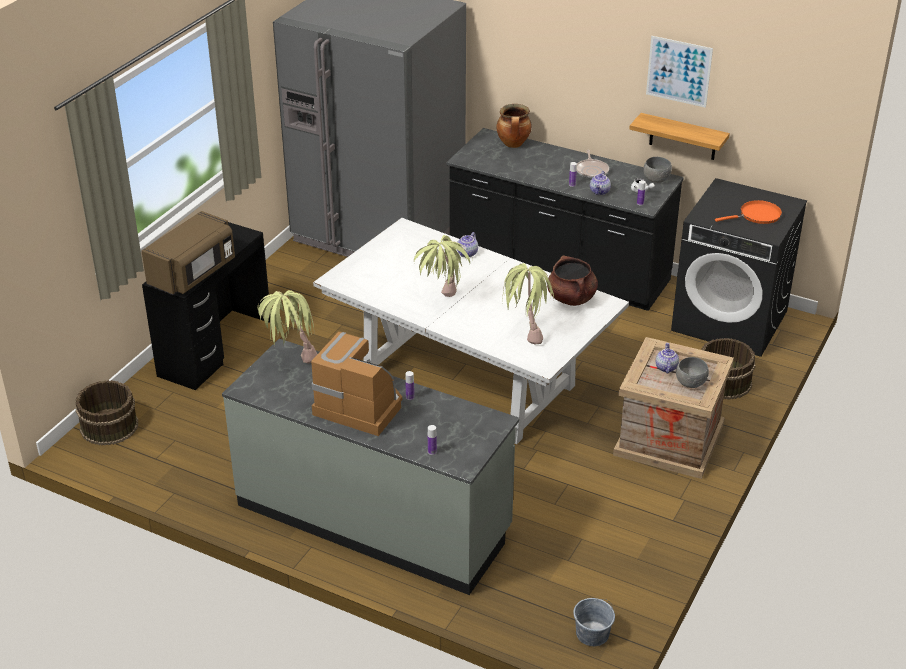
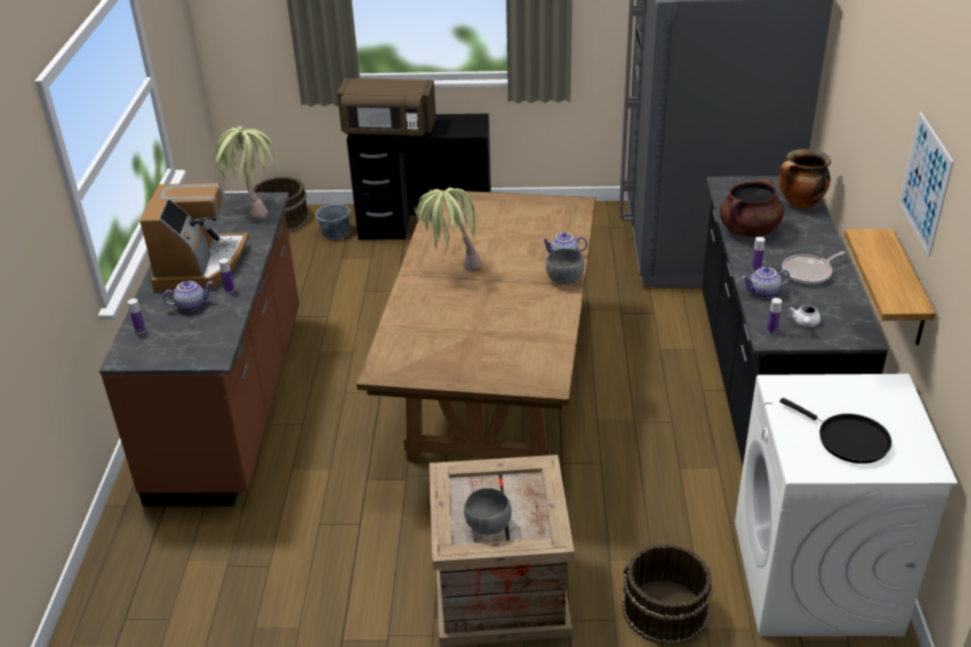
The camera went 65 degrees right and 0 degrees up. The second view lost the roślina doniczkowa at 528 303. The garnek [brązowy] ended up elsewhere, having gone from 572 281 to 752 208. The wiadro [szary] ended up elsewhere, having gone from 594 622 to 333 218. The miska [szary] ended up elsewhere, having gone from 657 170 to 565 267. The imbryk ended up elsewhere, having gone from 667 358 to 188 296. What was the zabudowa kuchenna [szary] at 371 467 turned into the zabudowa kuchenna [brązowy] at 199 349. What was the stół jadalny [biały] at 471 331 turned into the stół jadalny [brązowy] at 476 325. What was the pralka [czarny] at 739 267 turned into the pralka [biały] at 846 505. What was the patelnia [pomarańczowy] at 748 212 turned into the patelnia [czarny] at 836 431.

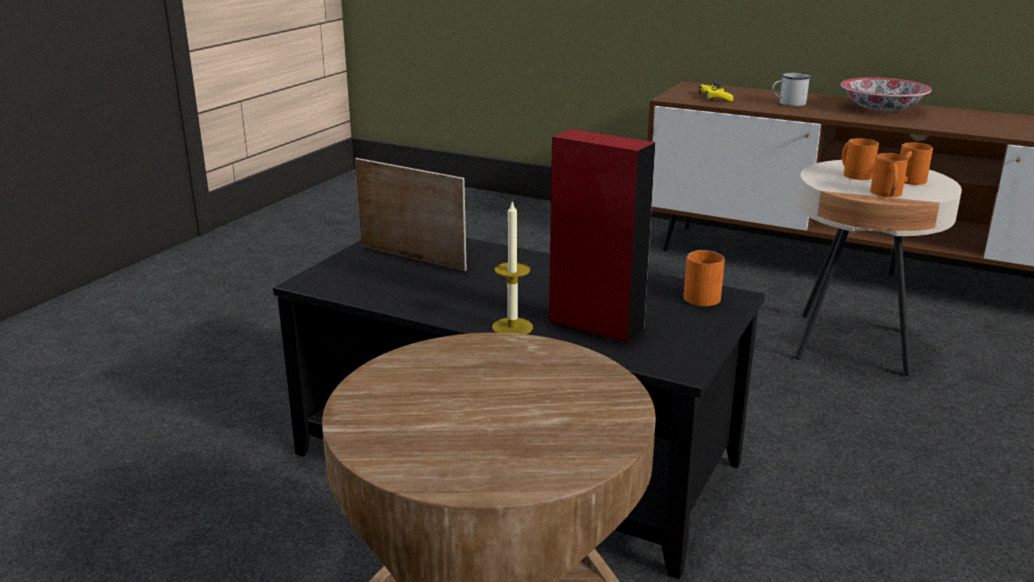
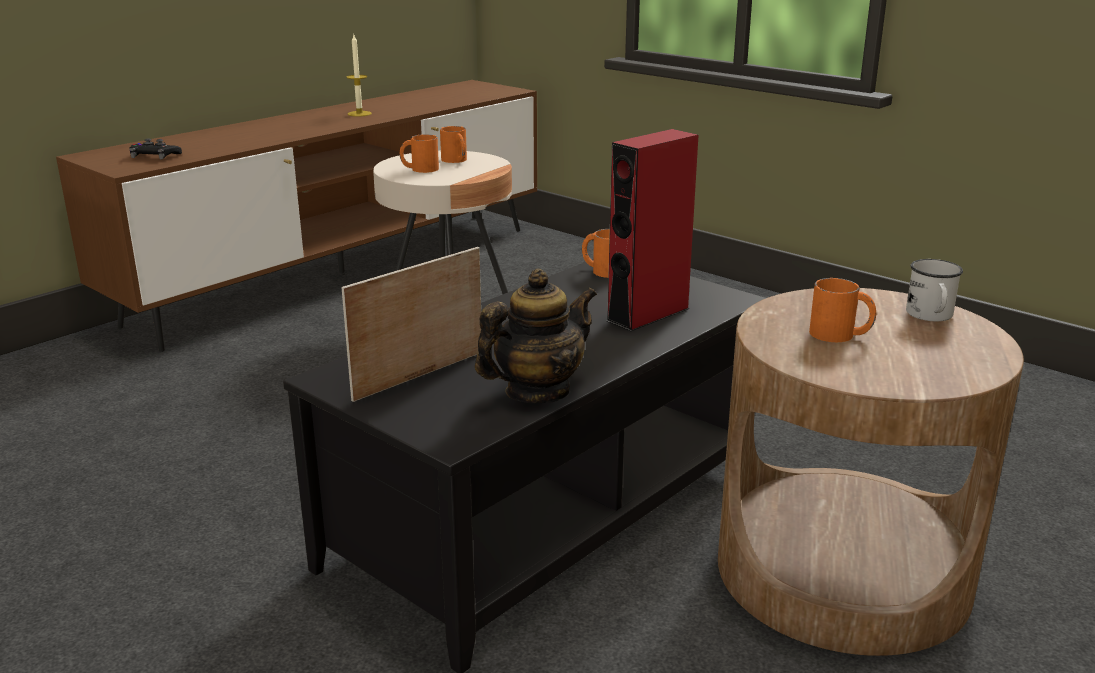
The camera went 75 degrees left and 0 degrees up. The second view lost the miska at 886 94. The second view gained the imbryk at 536 335. The świeca ended up elsewhere, having gone from 512 267 to 359 76. The kubek [biały] ended up elsewhere, having gone from 791 89 to 934 290. The kubek [pomarańczowy] ended up elsewhere, having gone from 889 175 to 842 310. What was the pad do gier [żółty] at 716 91 turned into the pad do gier [czarny] at 155 148.

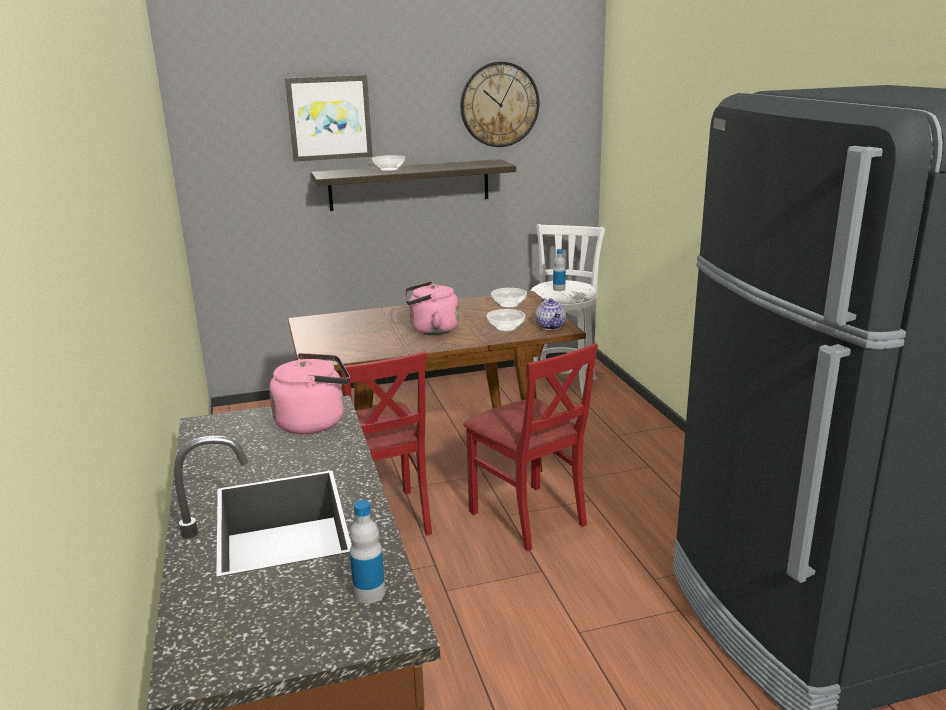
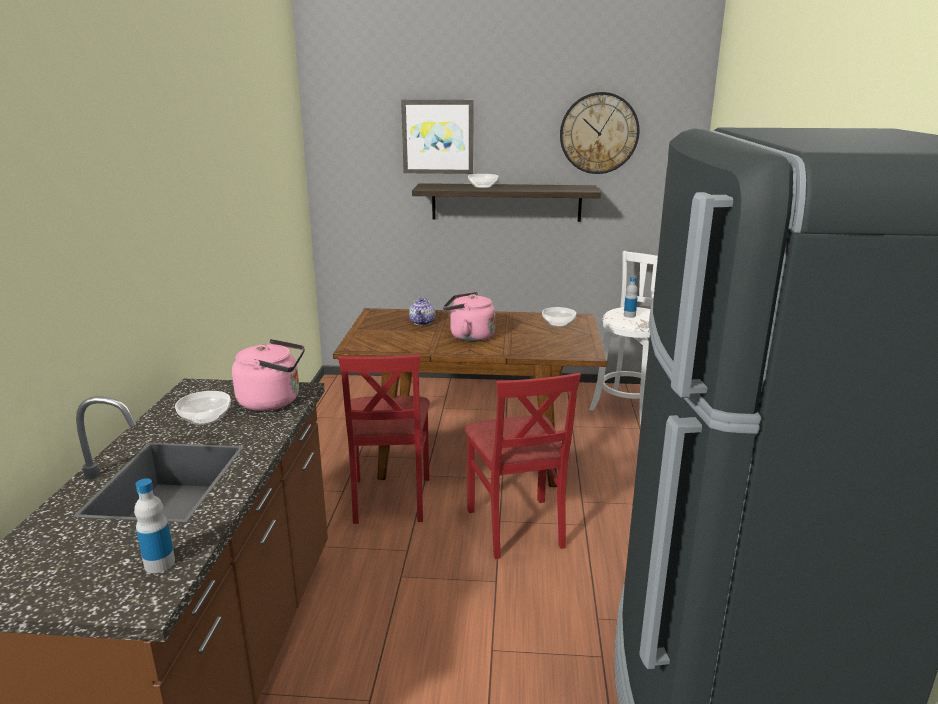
The camera went 20 degrees right and 0 degrees up. The miska ended up elsewhere, having gone from 506 320 to 203 408. The imbryk ended up elsewhere, having gone from 551 314 to 422 311.

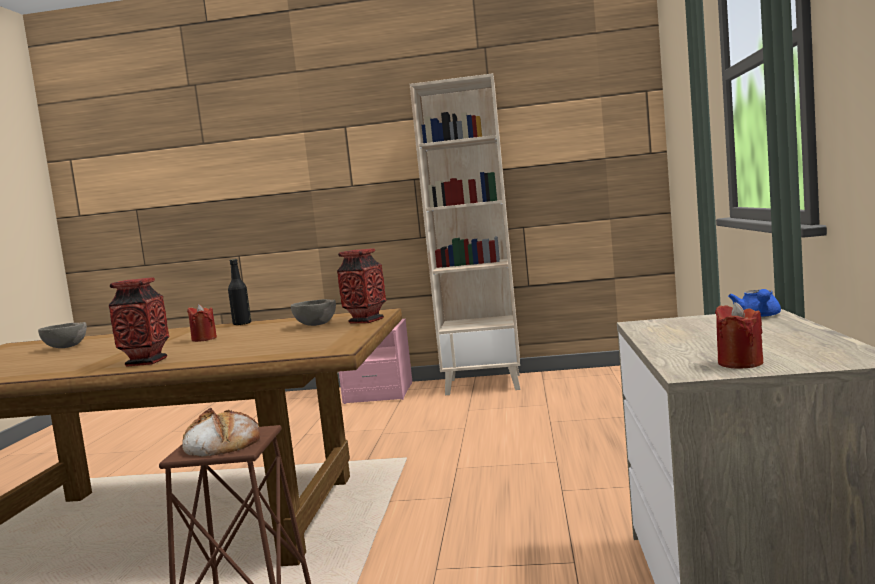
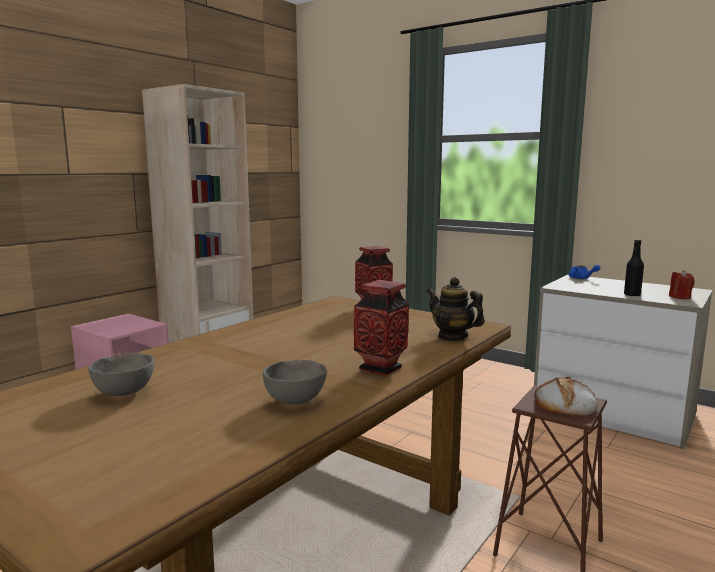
The camera went 60 degrees left and 5 degrees up. The second view lost the świeca [czerwony] at 202 323. The second view gained the imbryk at 455 309. The butelka [czarny] ended up elsewhere, having gone from 239 292 to 634 268. The miska [szary] ended up elsewhere, having gone from 313 312 to 295 382.

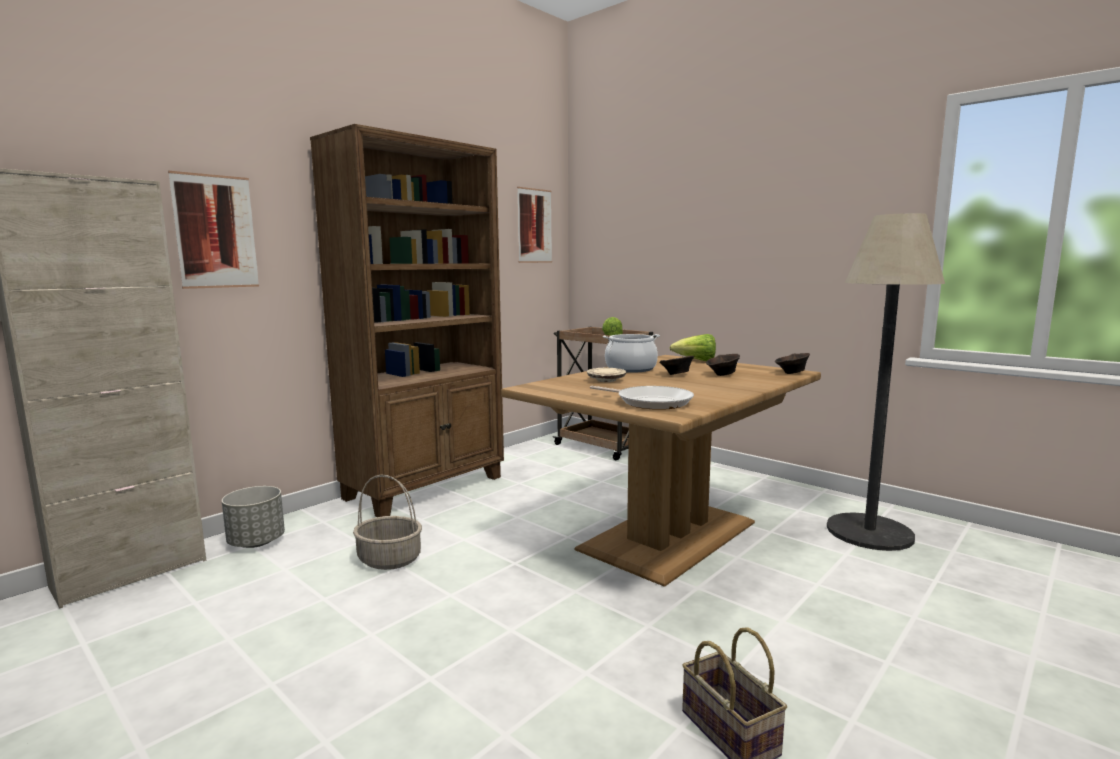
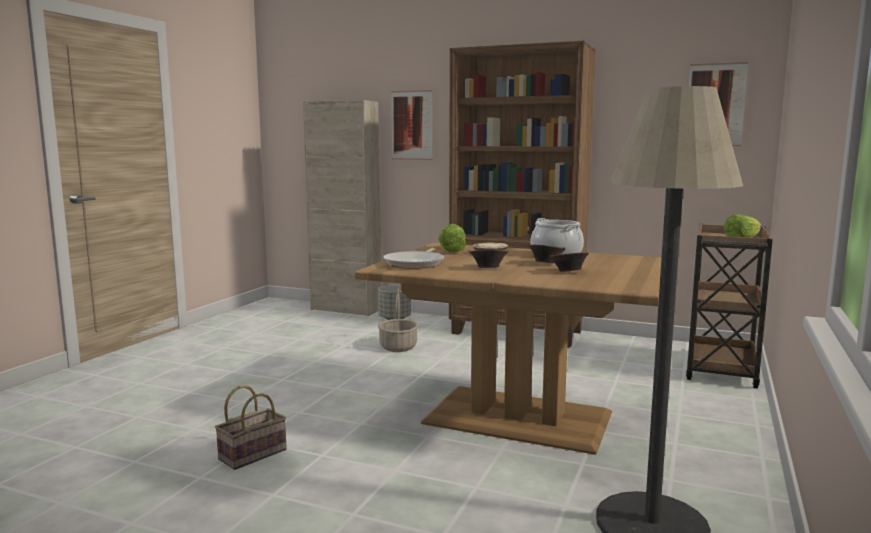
The camera went 70 degrees right and 0 degrees up. The sałata ended up elsewhere, having gone from 692 347 to 452 238. The miska [brązowy] ended up elsewhere, having gone from 792 363 to 489 259.

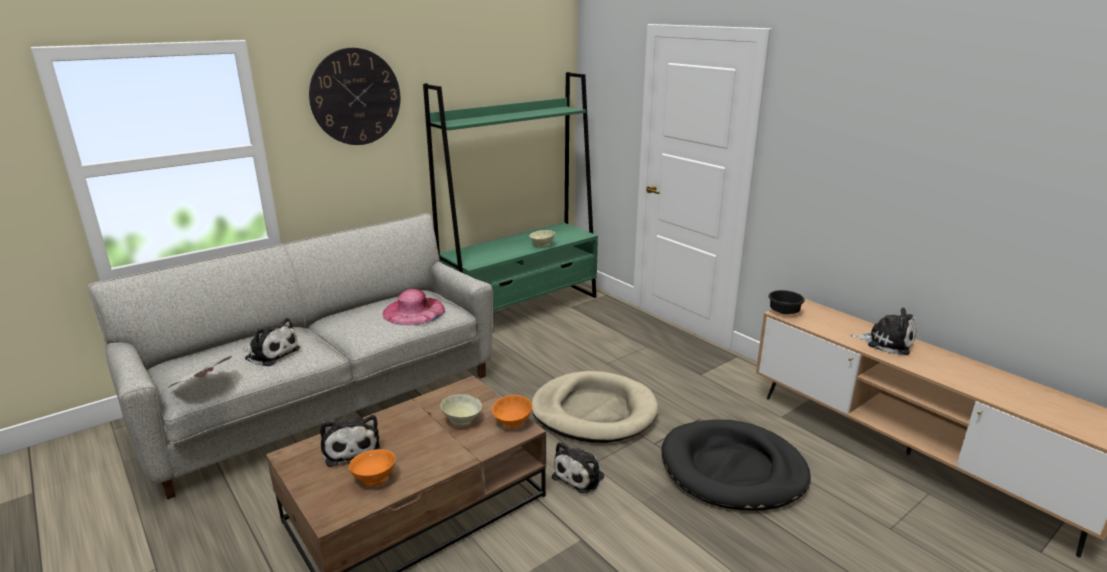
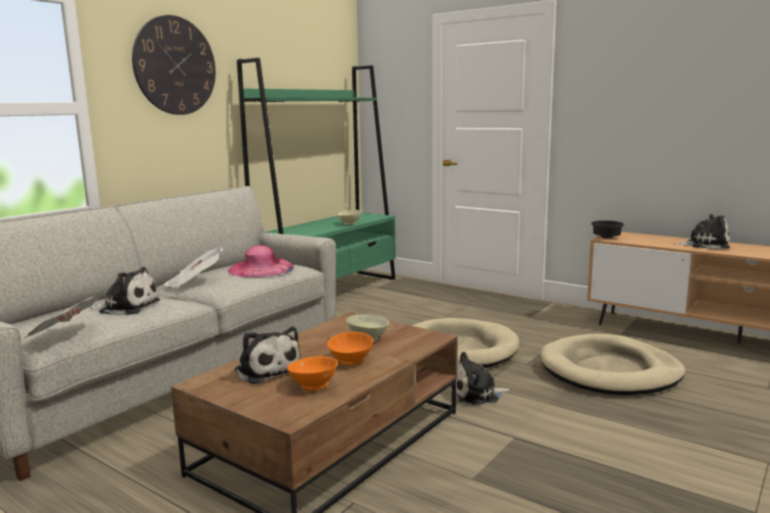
The camera went 15 degrees left and 10 degrees down. The second view gained the gazeta at 193 268. The miska [pomarańczowy] ended up elsewhere, having gone from 512 411 to 350 349. What was the legowisko [czarny] at 736 465 turned into the legowisko [beżowy] at 613 364. The pluszak at 578 467 ended up facing another way, 60 degrees clockwise from before.

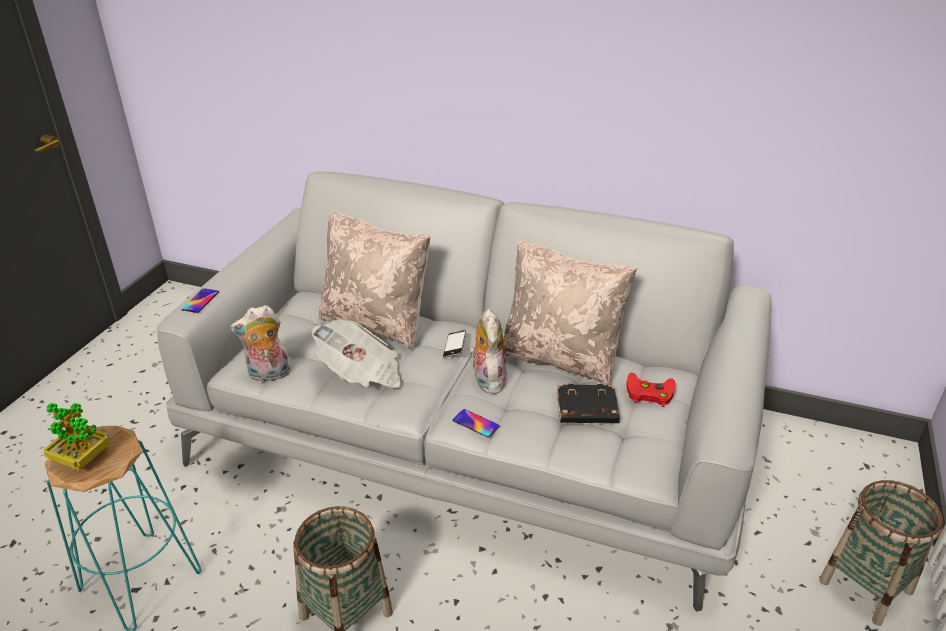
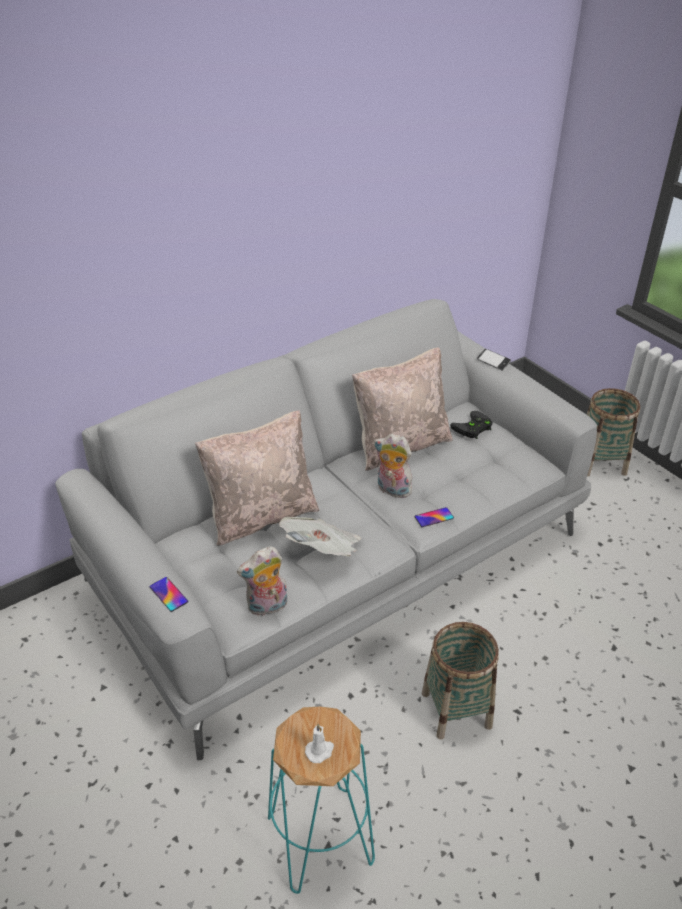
The camera went 55 degrees left and 5 degrees up. The second view lost the książka [czarny] at 588 403. The telefon ended up elsewhere, having gone from 454 344 to 494 360. Where the roślina doniczkowa stood at 77 436, the świeca [biały] came to stand at 319 743. What was the pad do gier [czerwony] at 651 390 turned into the pad do gier [czarny] at 471 425. The pluszak at 261 343 ended up facing another way, 45 degrees clockwise from before.

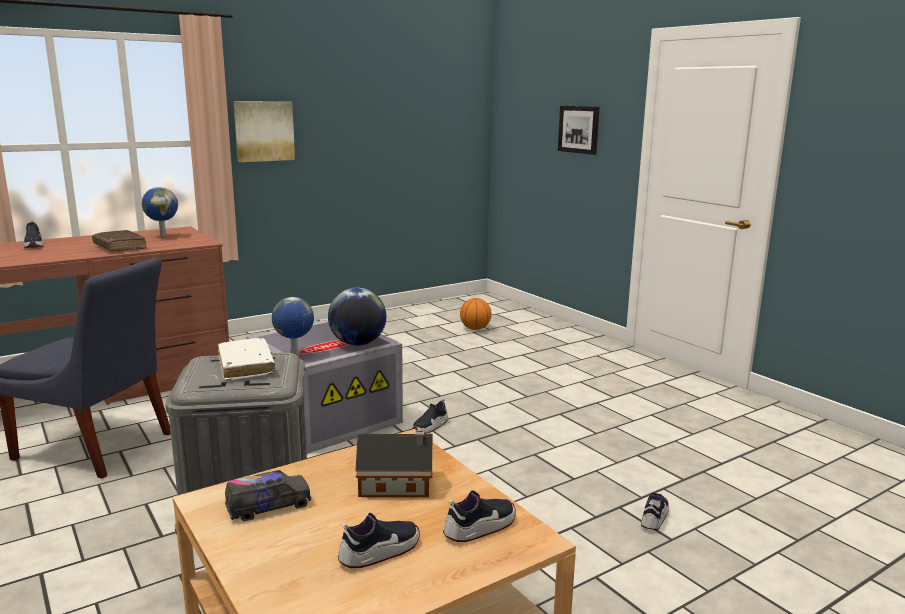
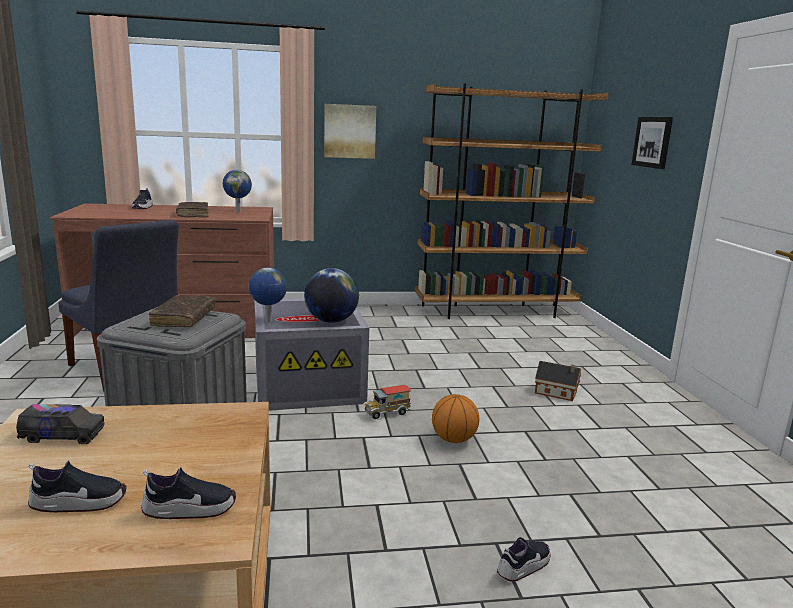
The camera went 25 degrees right and 0 degrees up. The second view gained the regał [brązowy] at 512 201. The domek ended up elsewhere, having gone from 394 464 to 558 381. The piłka do koszykówki ended up elsewhere, having gone from 476 314 to 455 418. Where the but stood at 430 416, the ciężarówka zabawkowa came to stand at 387 402. What was the książka [biały] at 246 359 turned into the książka [brązowy] at 182 311.

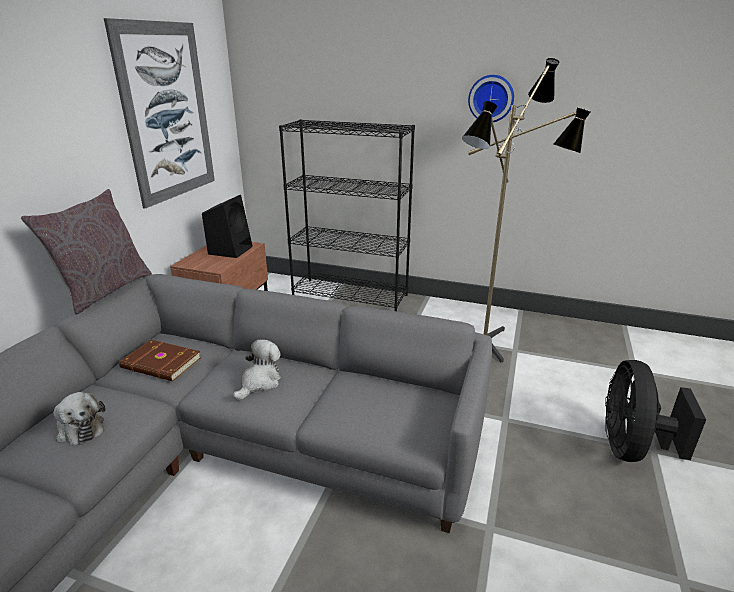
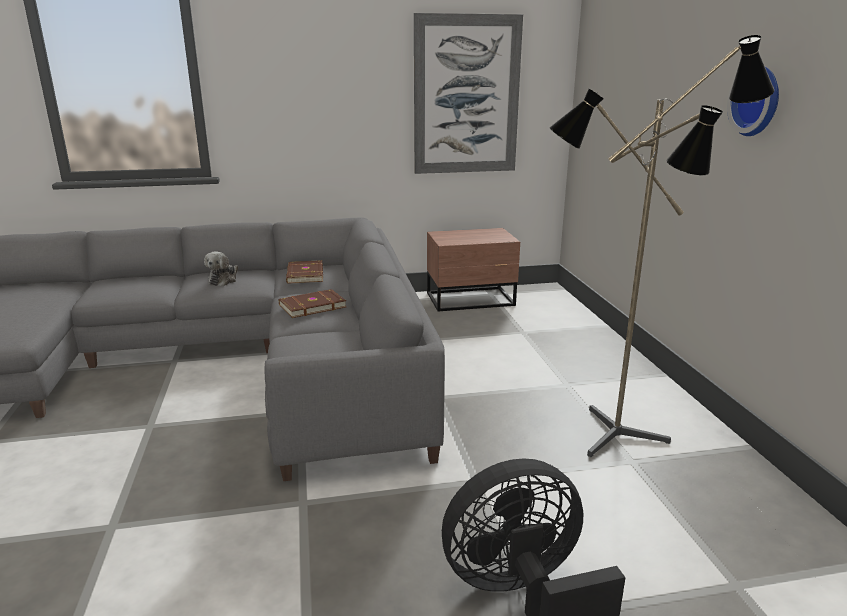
The camera went 60 degrees right and 5 degrees down. The second view lost the poduszka [szary] at 86 251. The second view lost the głośnik [czarny] at 227 226. The second view lost the regał [czarny] at 347 215. Where the pluszak stood at 257 369, the książka [brązowy] came to stand at 312 303.

